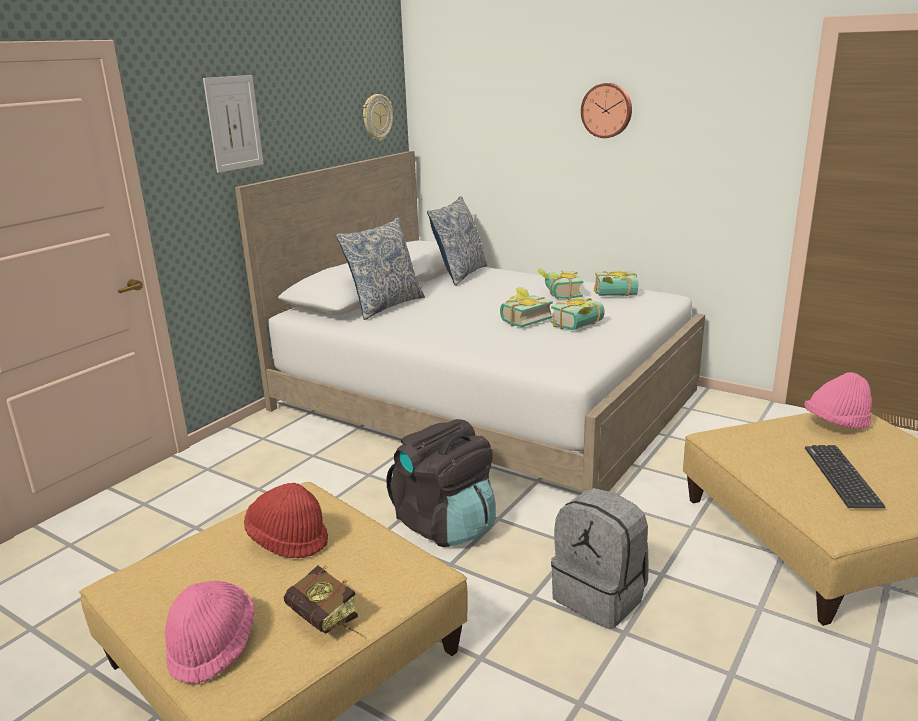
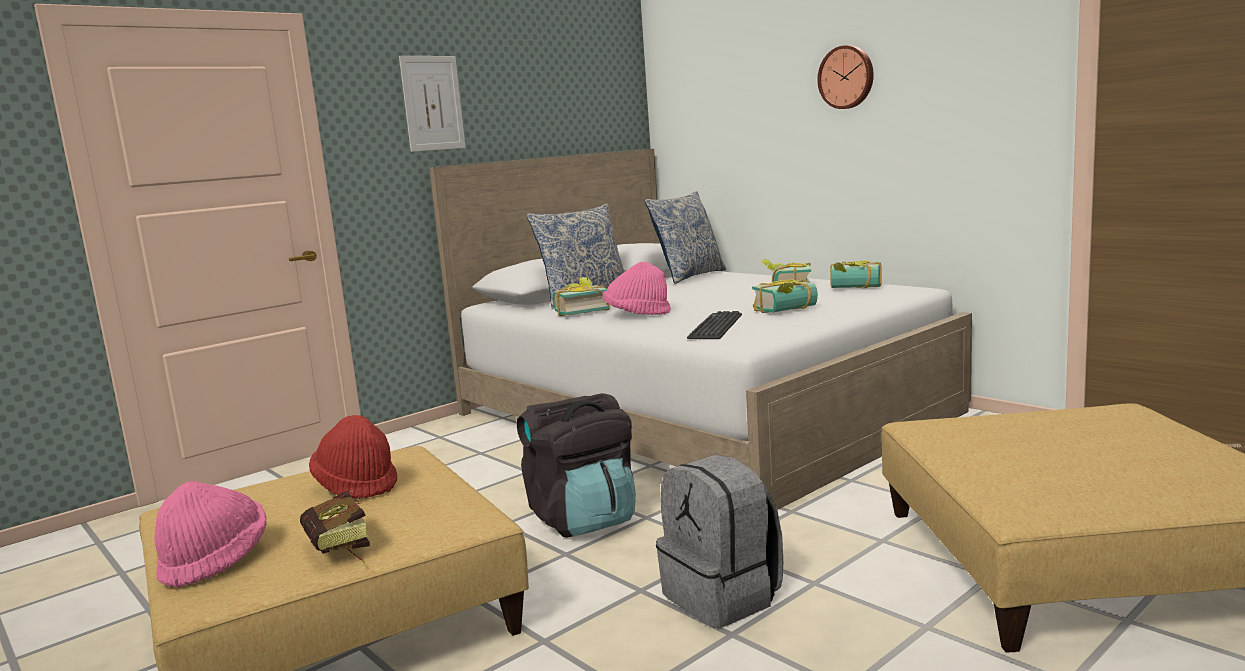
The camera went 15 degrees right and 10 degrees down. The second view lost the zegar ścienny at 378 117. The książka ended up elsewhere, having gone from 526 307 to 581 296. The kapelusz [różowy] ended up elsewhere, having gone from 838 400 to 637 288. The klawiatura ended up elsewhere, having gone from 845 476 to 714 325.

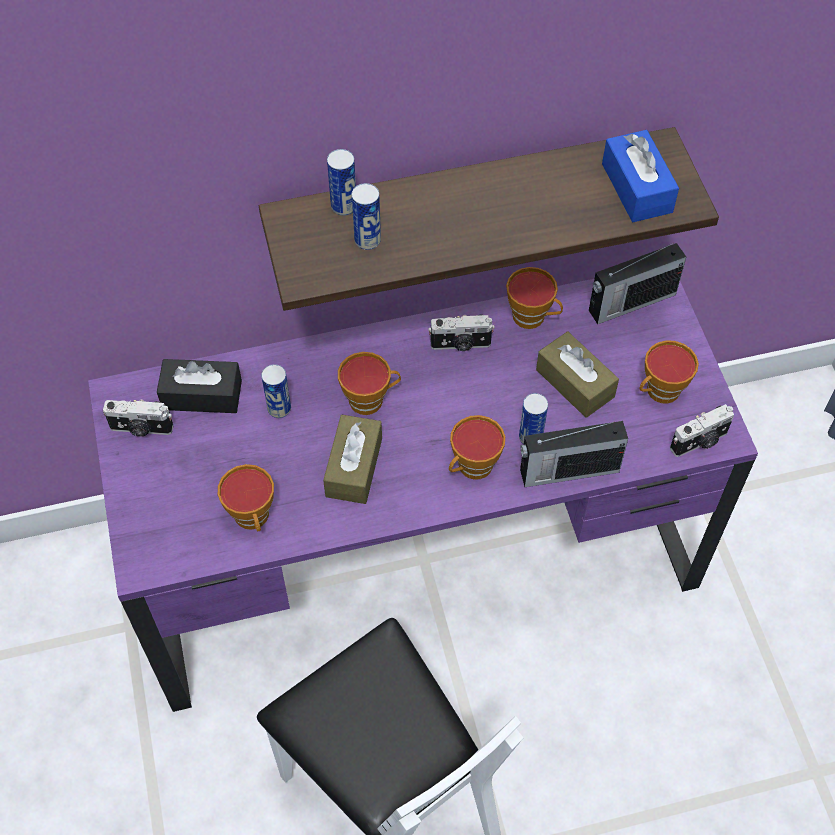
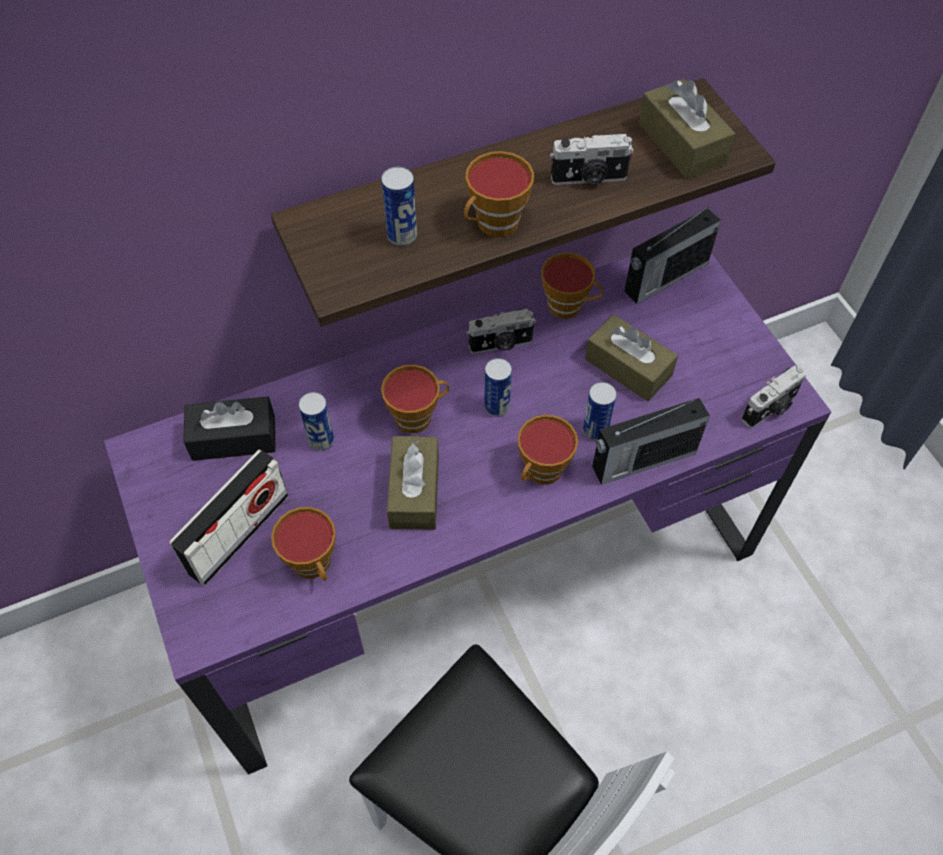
The camera went 10 degrees left and 0 degrees up. The second view gained the radio at 228 518. The aparat fotograficzny ended up elsewhere, having gone from 138 418 to 592 159. The puszka ended up elsewhere, having gone from 341 182 to 498 387. The filiżanka ended up elsewhere, having gone from 669 372 to 499 194. What was the pudełko chusteczek [niebieski] at 640 176 turned into the pudełko chusteczek [brązowy] at 687 129.

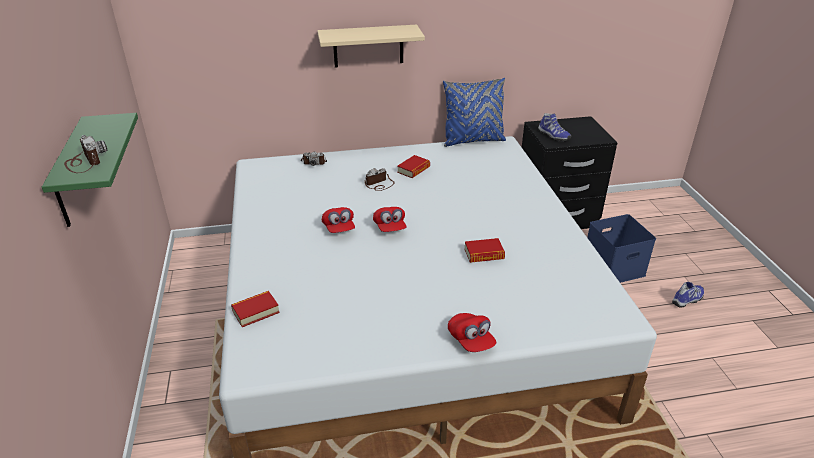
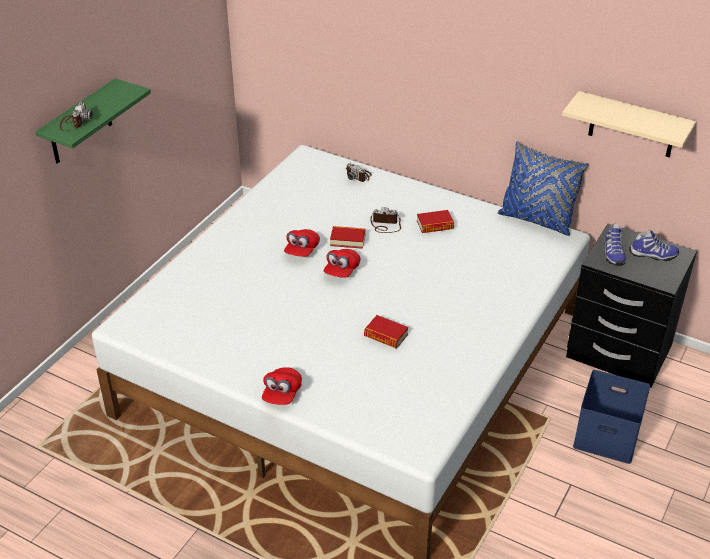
The camera went 40 degrees right and 5 degrees up. The książka ended up elsewhere, having gone from 255 309 to 348 237. The półka [beżowy] ended up elsewhere, having gone from 371 46 to 629 124. The but ended up elsewhere, having gone from 688 295 to 654 245.

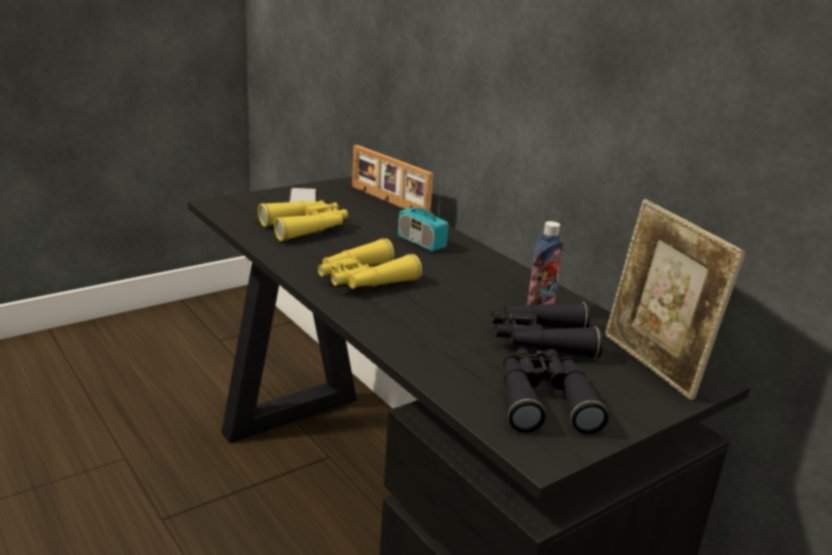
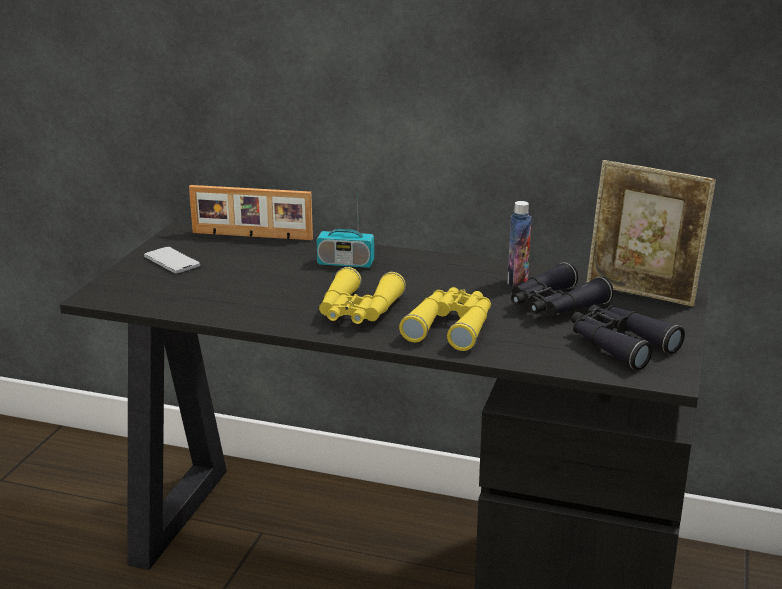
The camera went 35 degrees left and 0 degrees up. The lornetka [żółty] ended up elsewhere, having gone from 303 220 to 445 319.

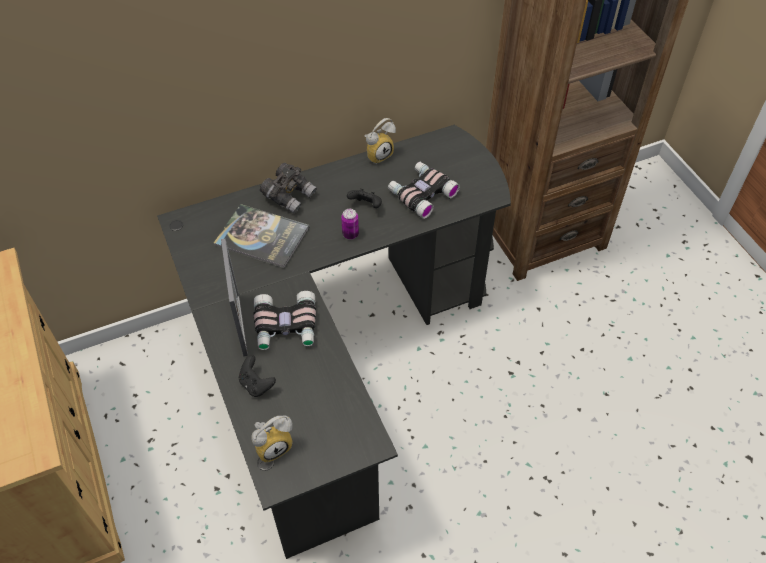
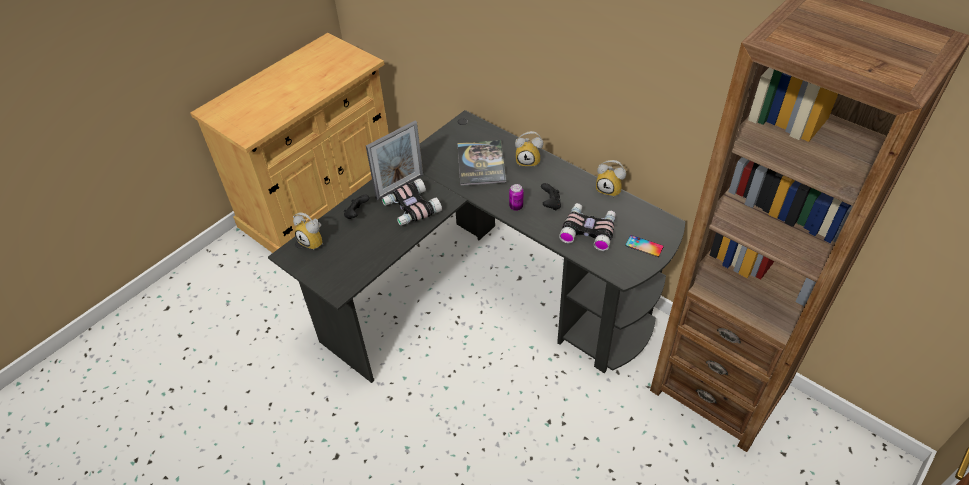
The camera went 65 degrees right and 5 degrees down. The second view gained the telefon at 644 246. Where the lornetka [szary] stood at 288 188, the budzik came to stand at 529 149.

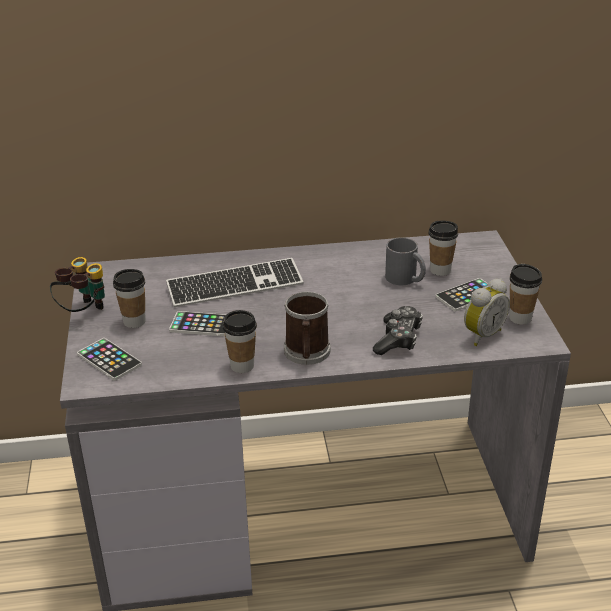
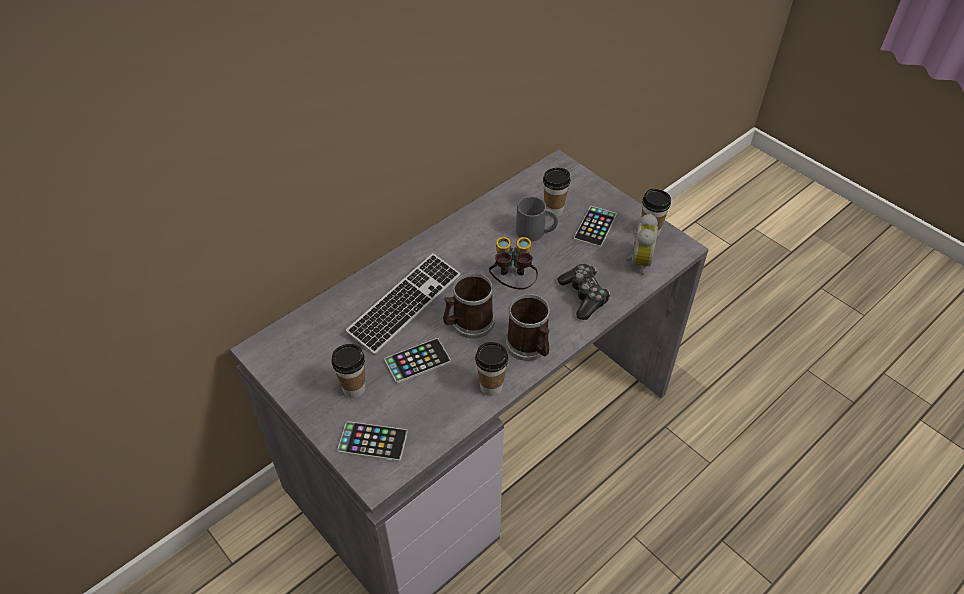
The camera went 35 degrees left and 15 degrees up. The second view gained the kubek at 469 306. The lornetka ended up elsewhere, having gone from 77 284 to 513 263.

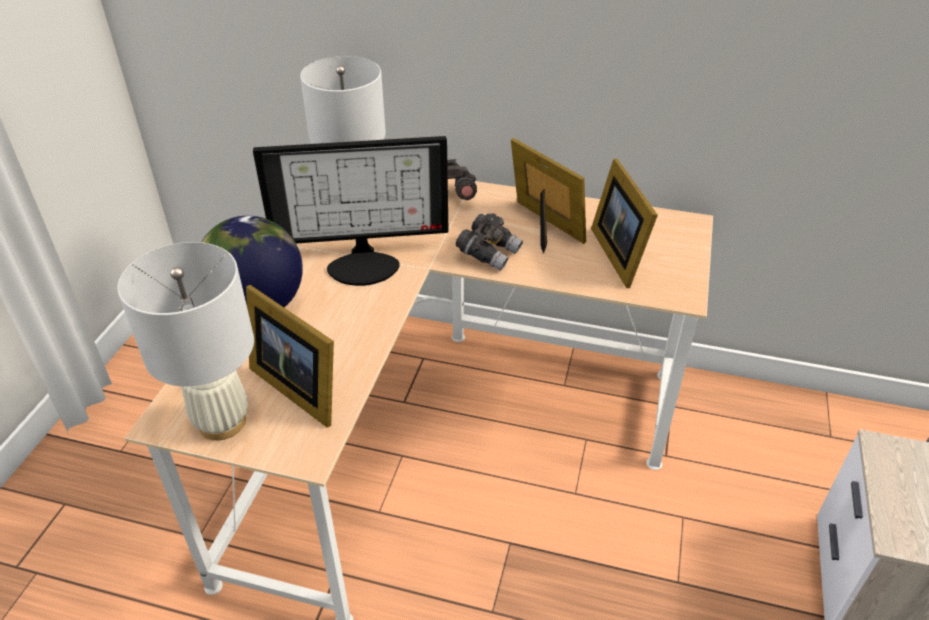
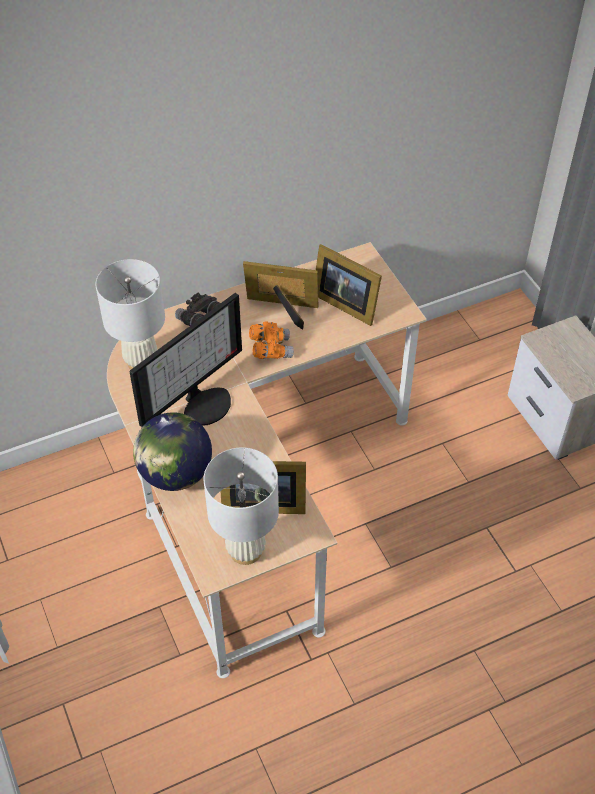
The camera went 40 degrees left and 10 degrees up. What was the lornetka [szary] at 489 242 turned into the lornetka [pomarańczowy] at 271 340.

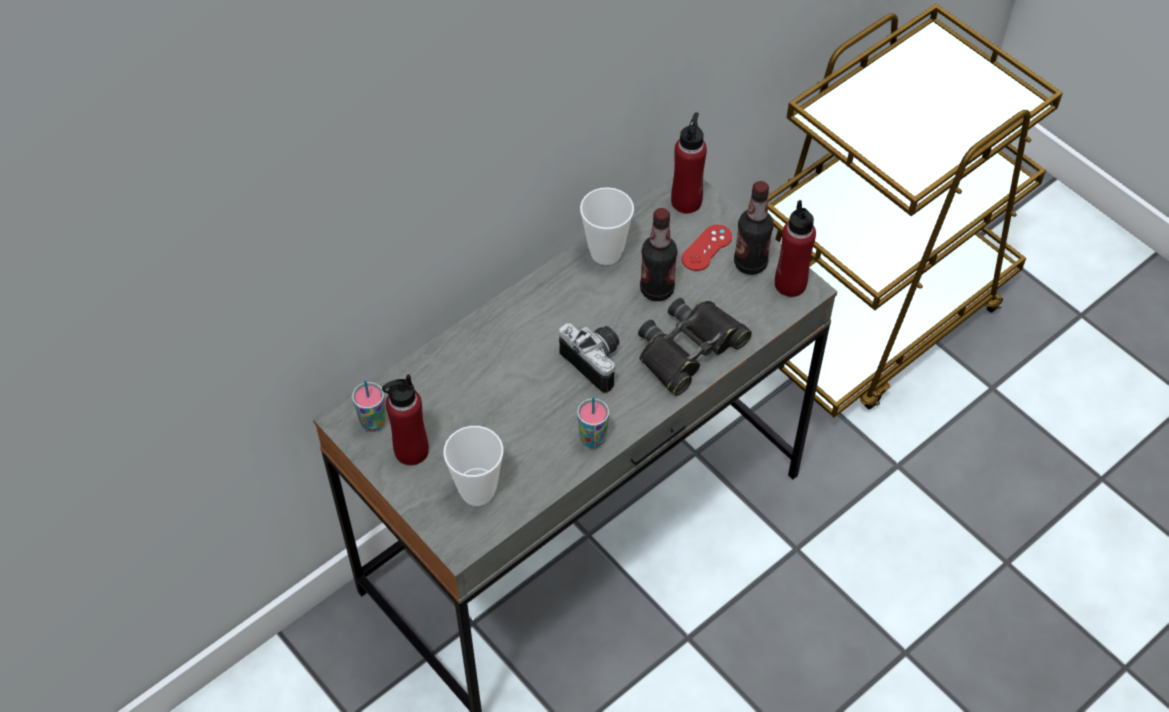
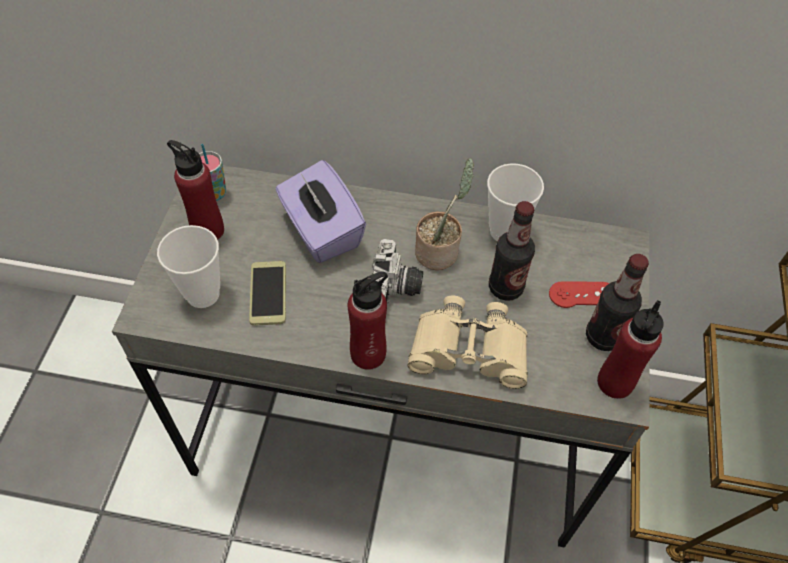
The camera went 50 degrees right and 0 degrees up. The second view lost the filiżanka at 593 422. The second view gained the telefon at 267 293. The second view gained the pudełko chusteczek [fioletowy] at 321 211. The second view gained the roślina doniczkowa at 444 214. The butelka [czerwony] ended up elsewhere, having gone from 689 163 to 368 321. What was the lornetka [czarny] at 695 347 turned into the lornetka [beżowy] at 467 342.

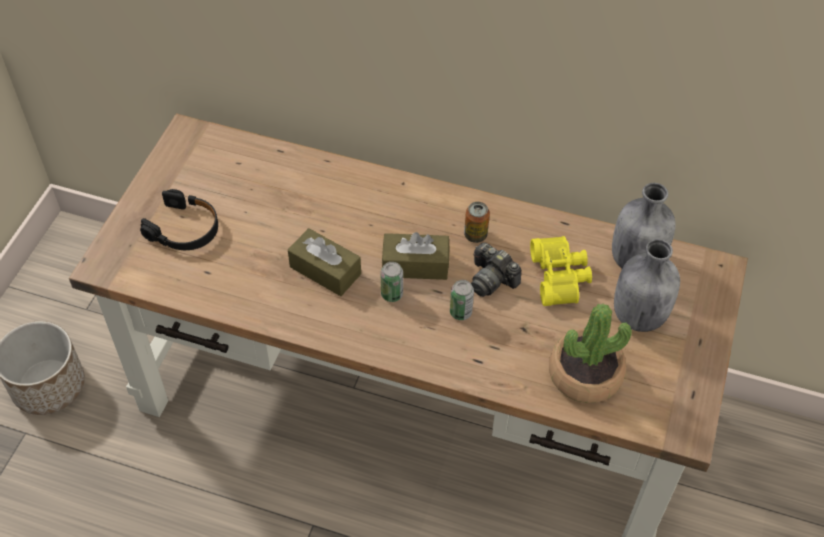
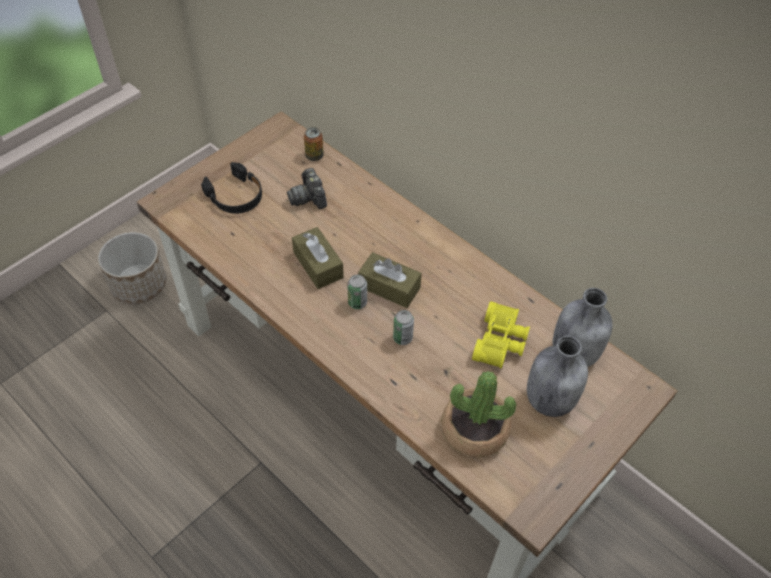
The camera went 25 degrees right and 0 degrees up. The puszka ended up elsewhere, having gone from 477 222 to 314 144. The aparat fotograficzny ended up elsewhere, having gone from 496 269 to 307 188.

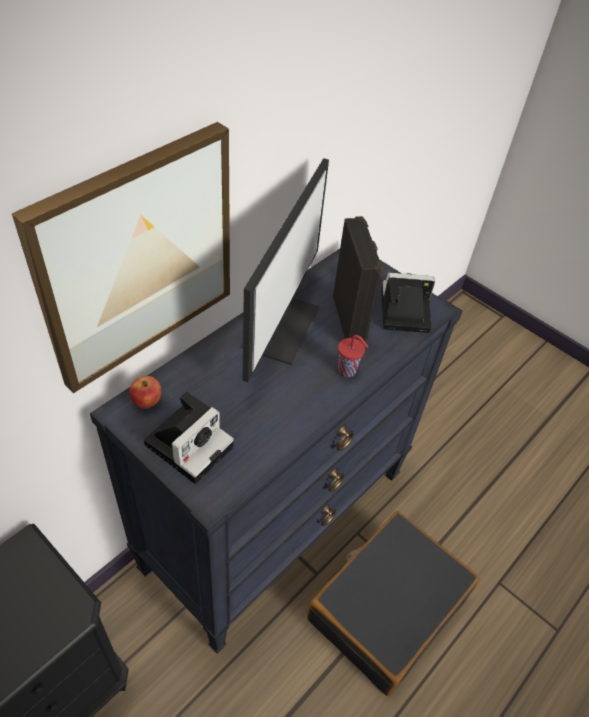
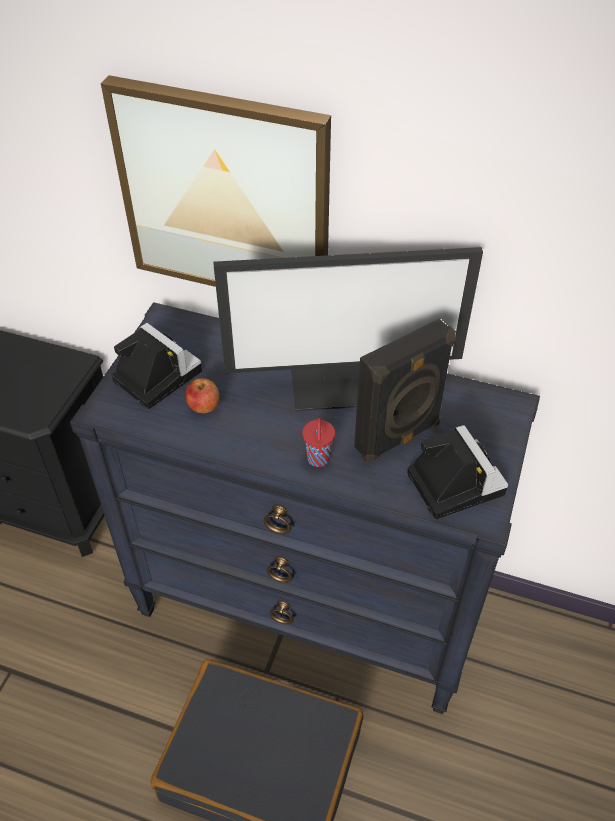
The camera went 70 degrees right and 0 degrees up. The jabłko ended up elsewhere, having gone from 145 392 to 202 395. The aparat fotograficzny at 189 438 ended up facing another way, 150 degrees counterclockwise from before.

